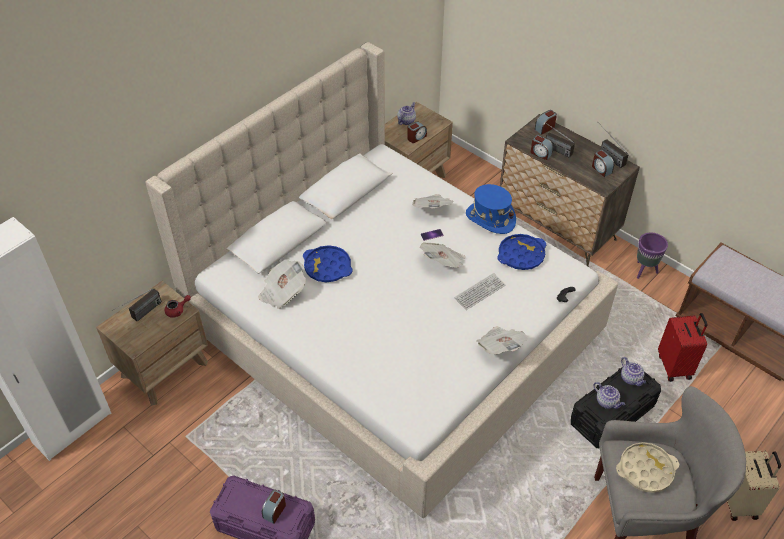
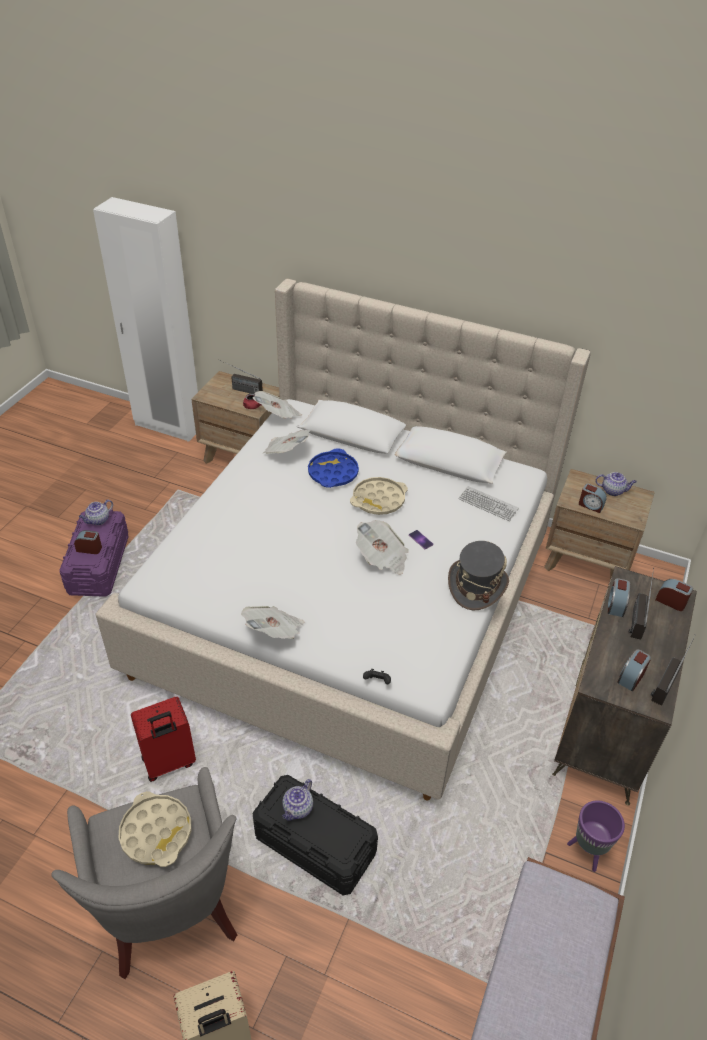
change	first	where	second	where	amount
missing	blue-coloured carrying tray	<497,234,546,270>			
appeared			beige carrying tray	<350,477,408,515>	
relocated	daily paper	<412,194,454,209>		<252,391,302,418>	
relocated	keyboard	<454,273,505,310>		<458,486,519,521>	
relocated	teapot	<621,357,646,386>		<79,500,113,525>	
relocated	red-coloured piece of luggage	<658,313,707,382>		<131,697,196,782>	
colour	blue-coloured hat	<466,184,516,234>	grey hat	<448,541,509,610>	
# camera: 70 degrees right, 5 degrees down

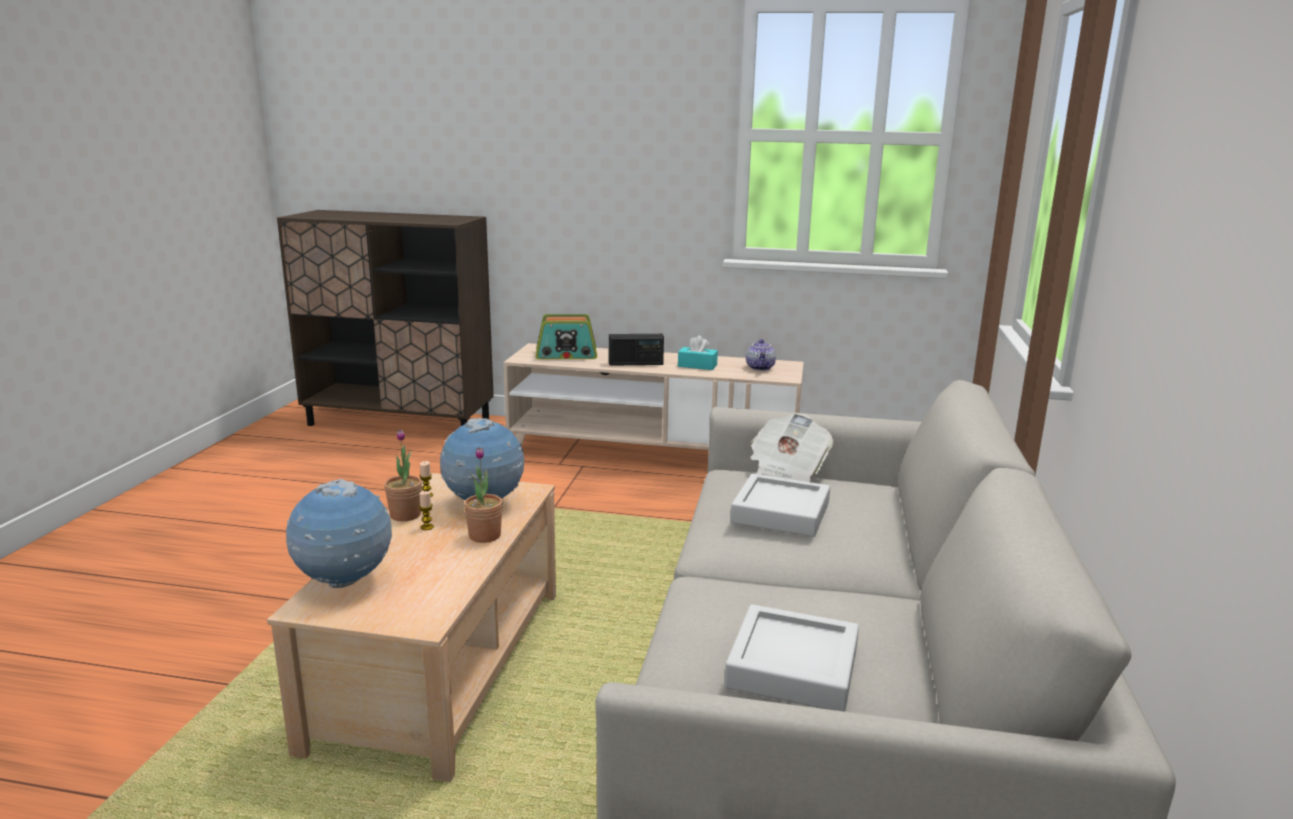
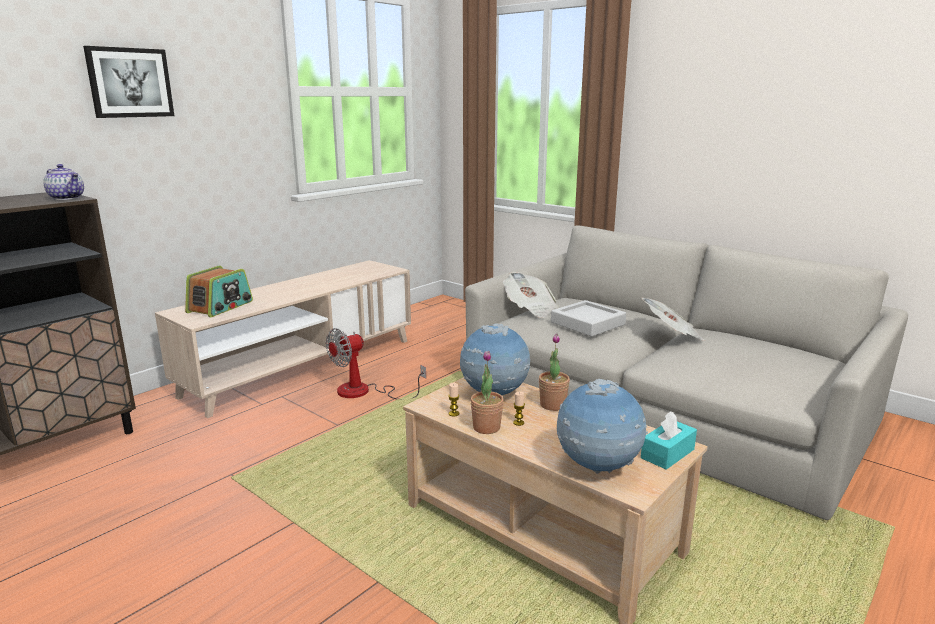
change	first	where	second	where	amount
missing	radio receiver	<609,334,664,366>			
missing	grey carrying tray	<725,605,859,712>			
appeared			wall picture	<83,46,174,118>	
appeared			cooling fan	<326,328,426,399>	
appeared			daily paper	<641,297,705,341>	
relocated	blue-green tissue box	<678,336,718,370>		<641,411,697,470>	
relocated	teapot	<746,339,776,371>		<43,164,84,200>	
# camera: 60 degrees left, 0 degrees up

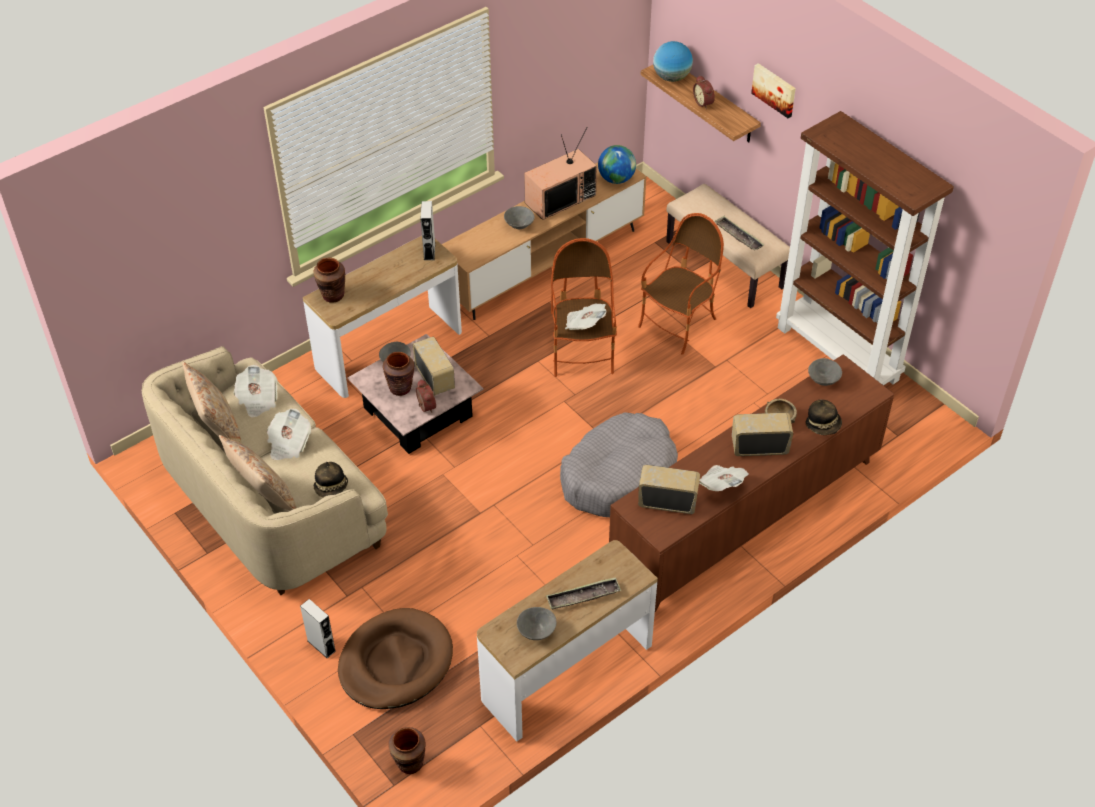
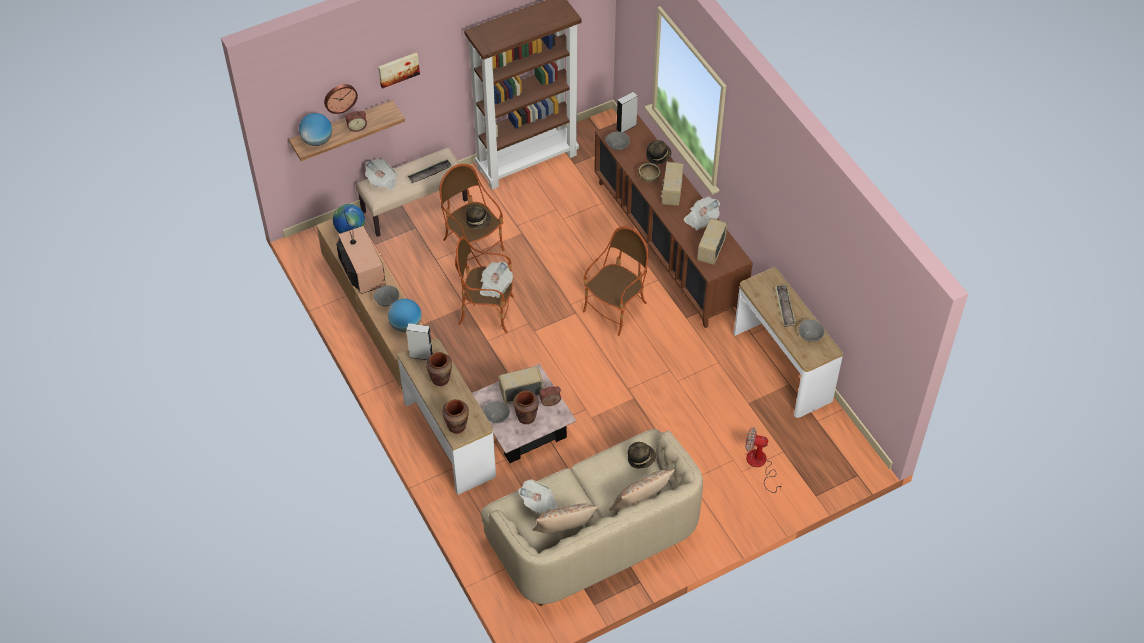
change	first	where	second	where	amount
appeared			hanging clock	<324,84,358,114>	
appeared			desk globe	<388,299,422,332>	
appeared			hat	<466,205,491,229>	
relocated	daily paper	<267,408,311,460>		<365,159,398,190>	
relocated	grey loudspeaker	<300,599,336,658>		<616,92,638,133>	
relocated	brown-coloured decorative vase	<388,727,426,774>		<426,352,452,386>	
exchanged	brown-coloured pet bed	<338,608,453,709>	cooling fan	<745,427,782,493>	
exchanged	grey pet bed	<560,412,678,517>	easy chair	<583,226,649,336>	
# camera: 80 degrees left, 5 degrees up

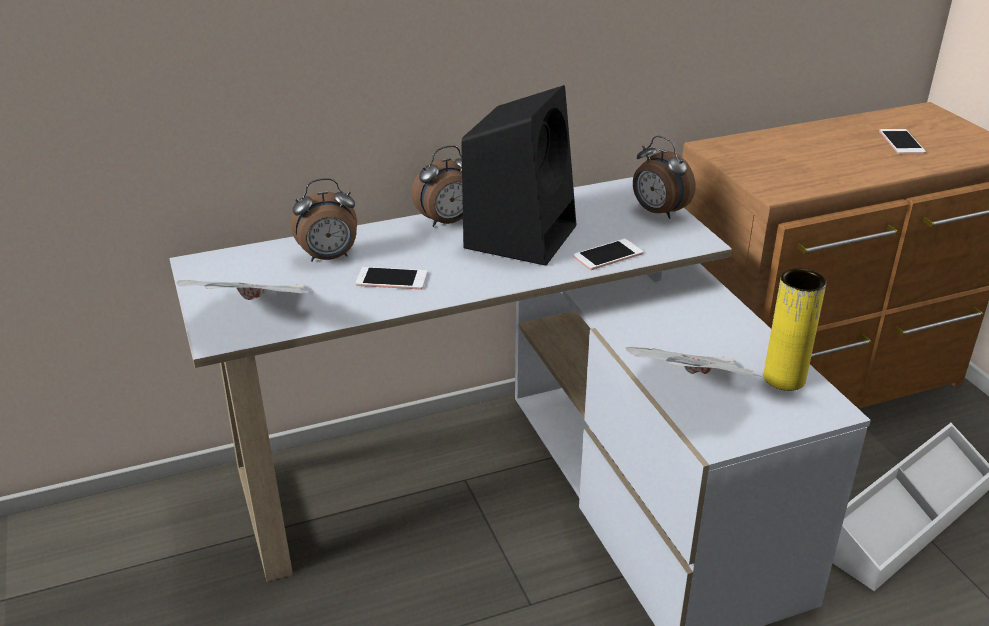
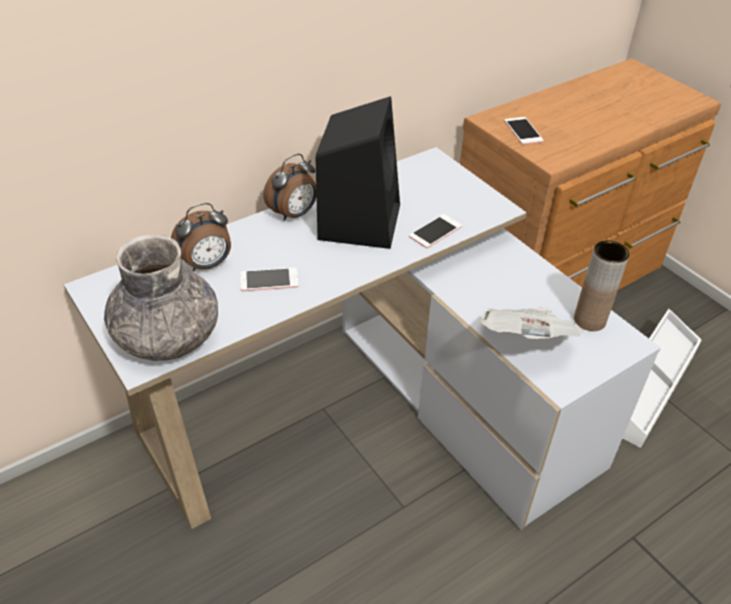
change	first	where	second	where	amount
missing	table clock	<633,136,695,219>			
relocated	telephone	<879,129,926,154>		<504,117,544,145>	
exchanged	daily paper	<176,280,314,300>	grey decorative vase	<104,234,218,361>	
colour	yellow decorative vase	<764,268,826,391>	brown-coloured decorative vase	<574,240,629,331>	
# camera: 15 degrees left, 10 degrees up

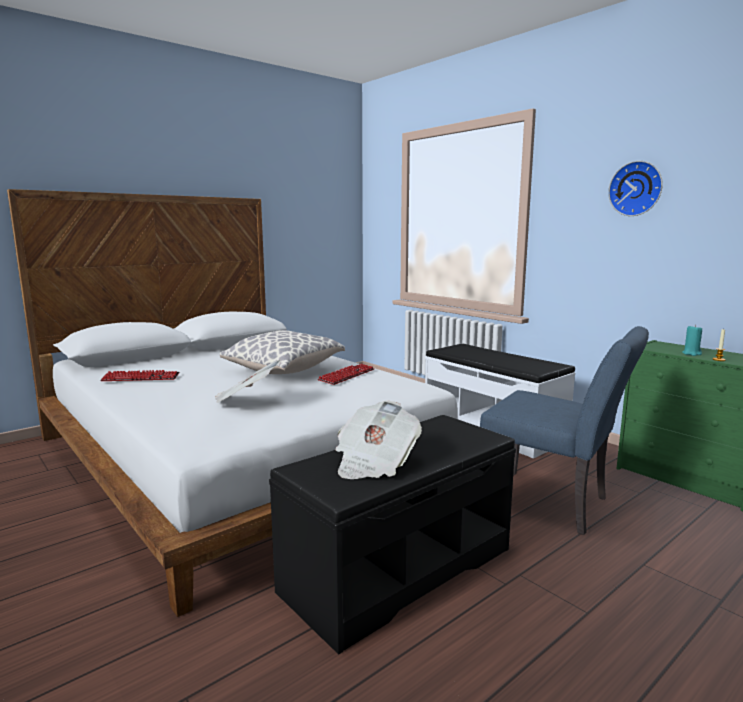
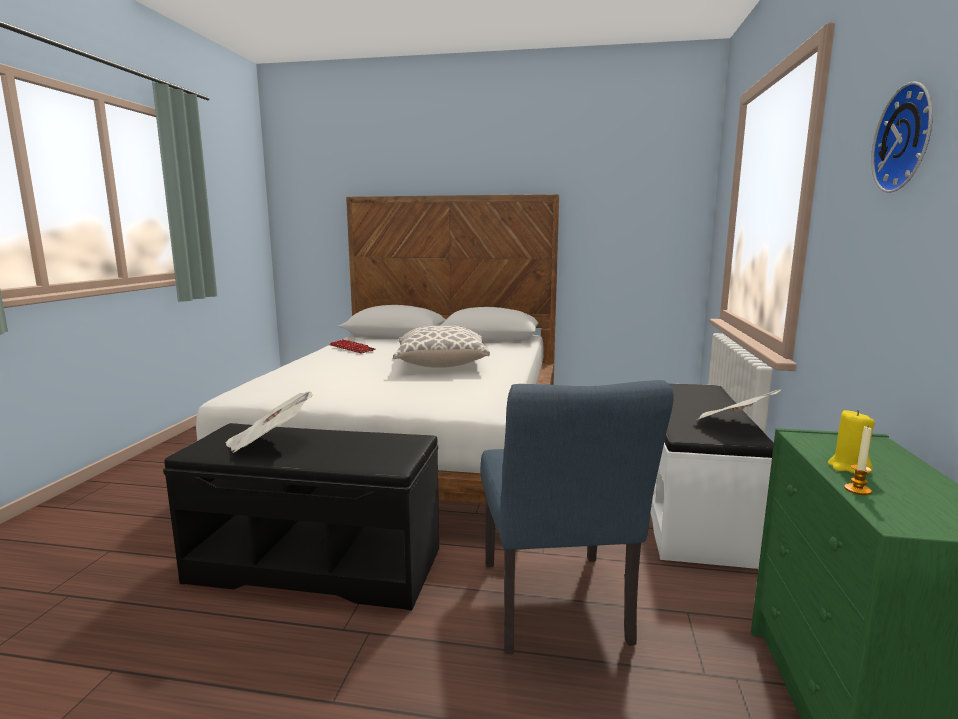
change	first	where	second	where	amount
missing	keyboard	<318,364,374,385>			
relocated	daily paper	<215,360,282,404>		<698,389,781,419>	
colour	blue-green wax light	<682,325,702,356>	yellow wax light	<828,410,875,474>	
# camera: 50 degrees right, 0 degrees up

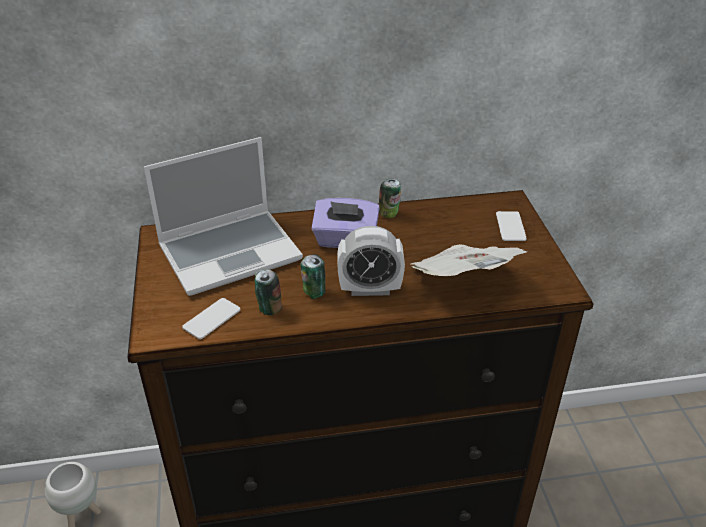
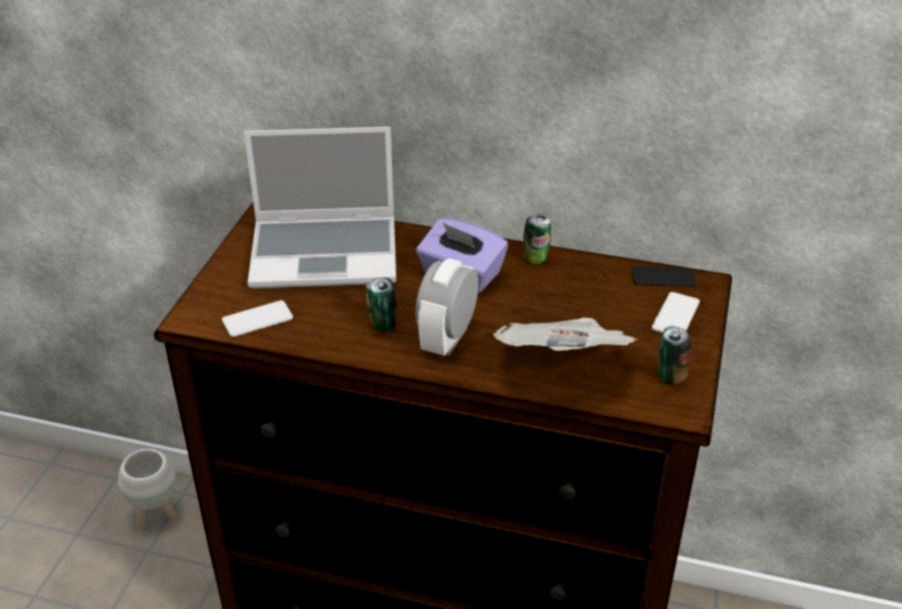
change	first	where	second	where	amount
appeared			telephone	<632,266,697,287>	
relocated	metal can	<255,269,283,315>		<658,326,691,385>	
spun	table clock	<337,226,405,296>		<415,258,478,356>	90 degrees clockwise
# camera: 25 degrees right, 0 degrees up

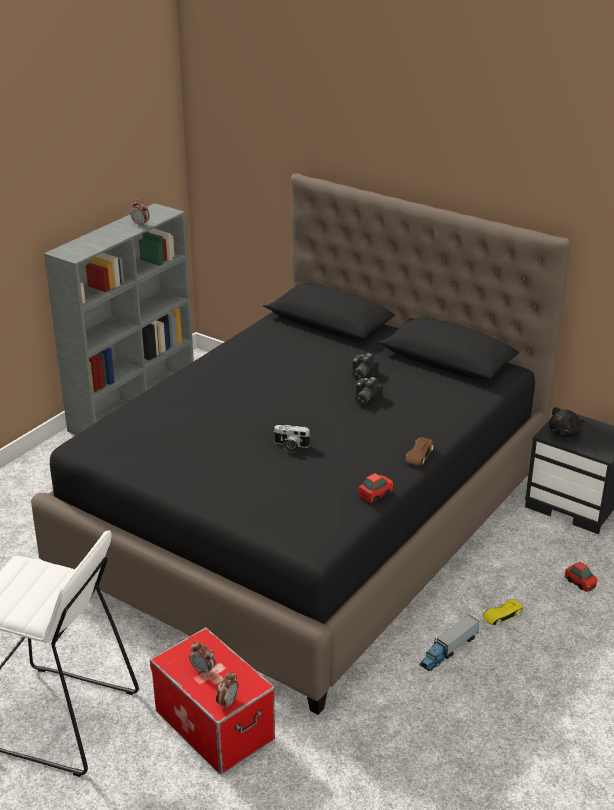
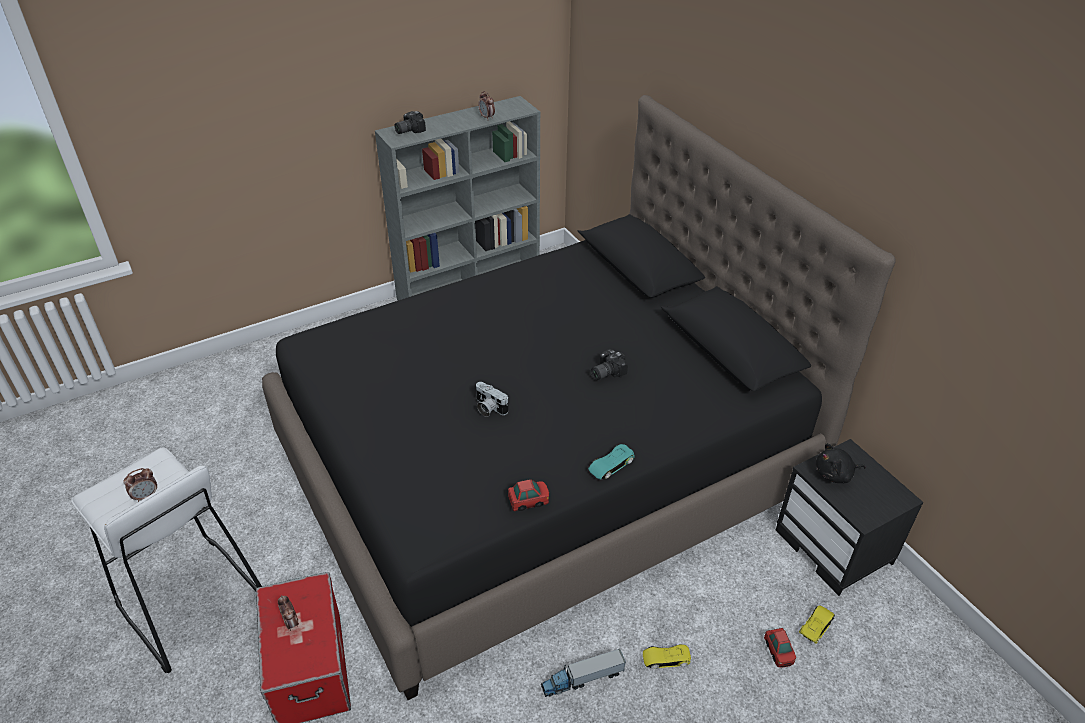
change	first	where	second	where	amount
appeared			yellow miniature car	<799,605,835,644>	
relocated	table clock	<216,671,238,710>		<124,468,157,502>	
relocated	photo camera	<352,353,379,380>		<394,111,426,134>	
colour	brown-coloured miniature car	<405,437,434,465>	blue-green miniature car	<588,444,635,480>	
# camera: 25 degrees right, 10 degrees up

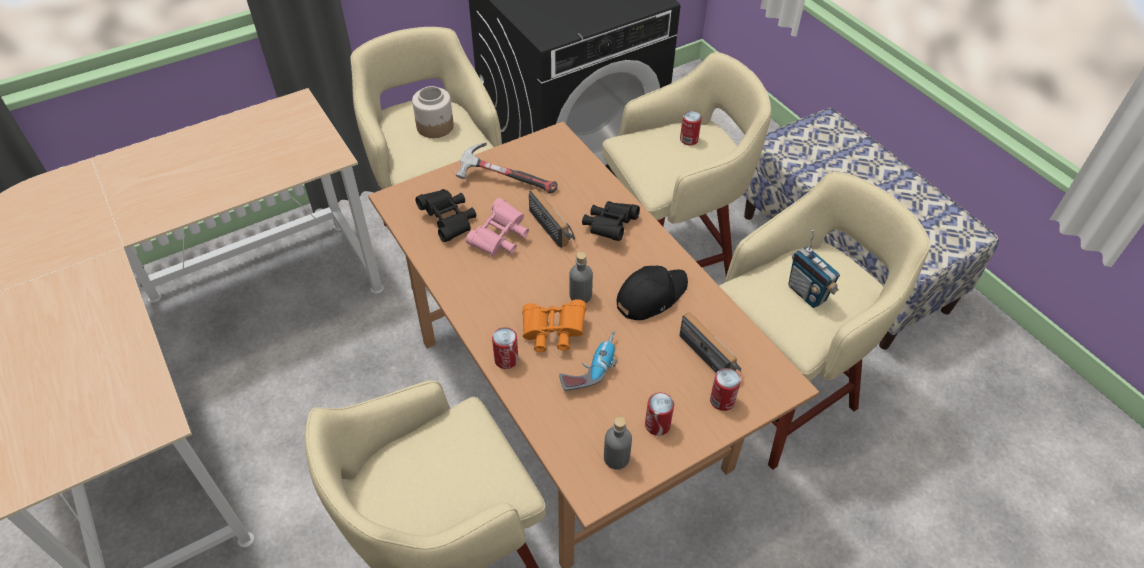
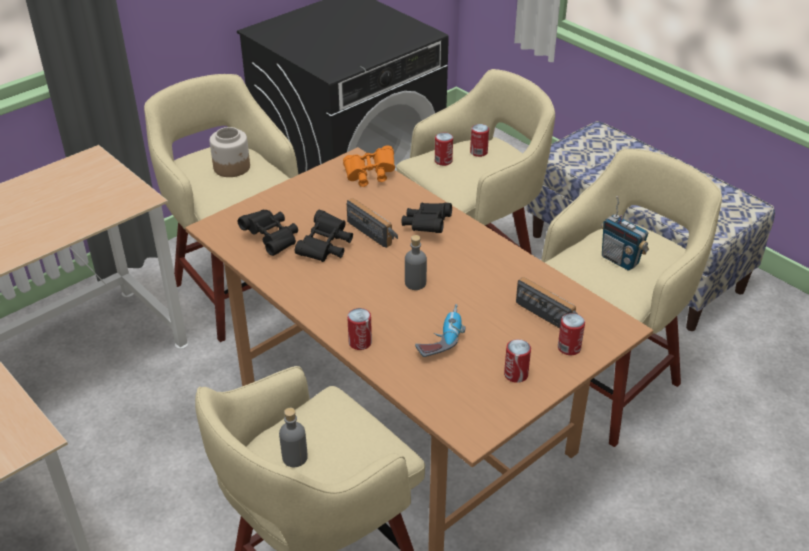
change	first	where	second	where	amount
missing	hand hammer	<456,143,558,194>			
missing	black-coloured cap	<617,266,688,320>			
appeared			metal can	<435,132,453,166>	
relocated	orange binoculars	<522,299,586,352>		<343,145,395,187>	
relocated	grey drink bottle	<604,417,632,470>		<279,408,308,467>	
colour	pink binoculars	<466,198,529,256>	black-coloured binoculars	<295,210,353,262>	
# camera: 10 degrees left, 10 degrees down

